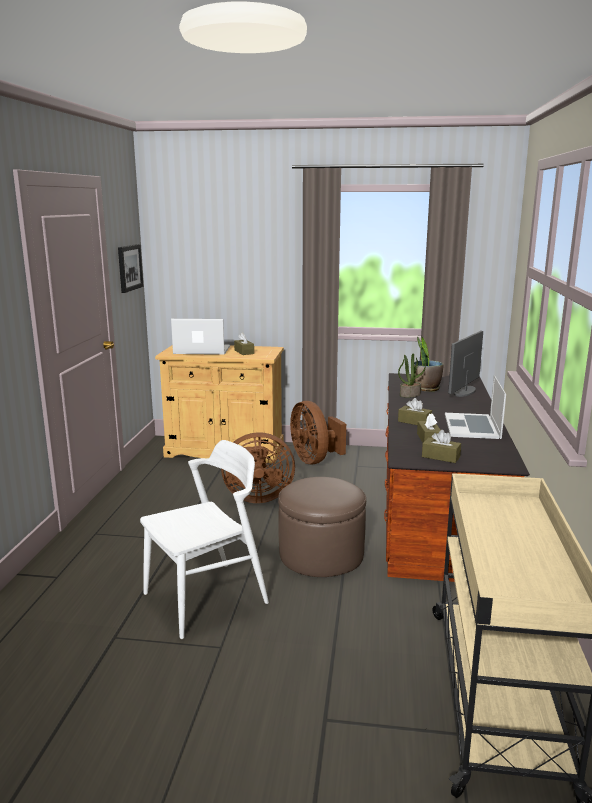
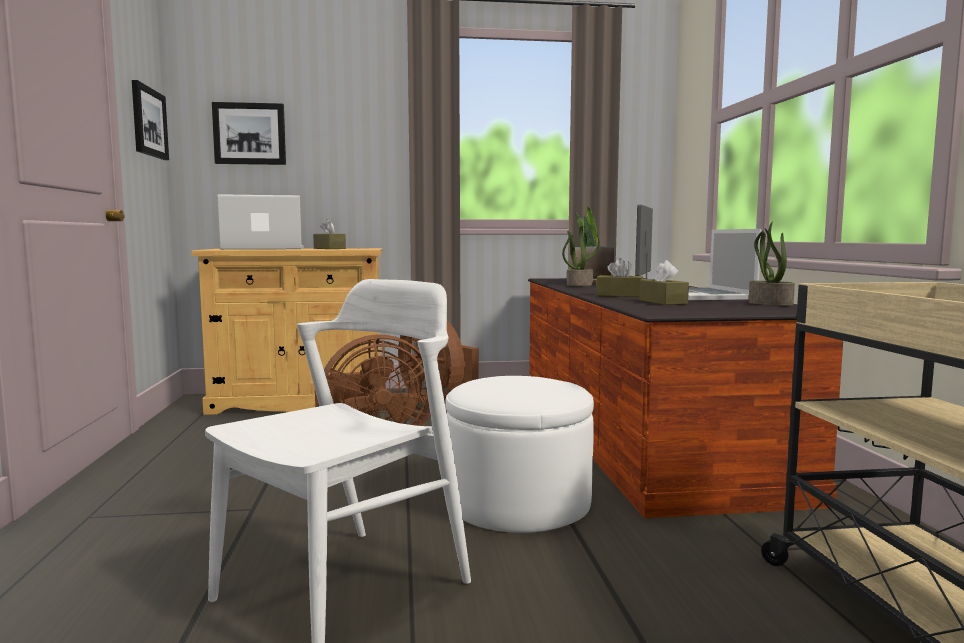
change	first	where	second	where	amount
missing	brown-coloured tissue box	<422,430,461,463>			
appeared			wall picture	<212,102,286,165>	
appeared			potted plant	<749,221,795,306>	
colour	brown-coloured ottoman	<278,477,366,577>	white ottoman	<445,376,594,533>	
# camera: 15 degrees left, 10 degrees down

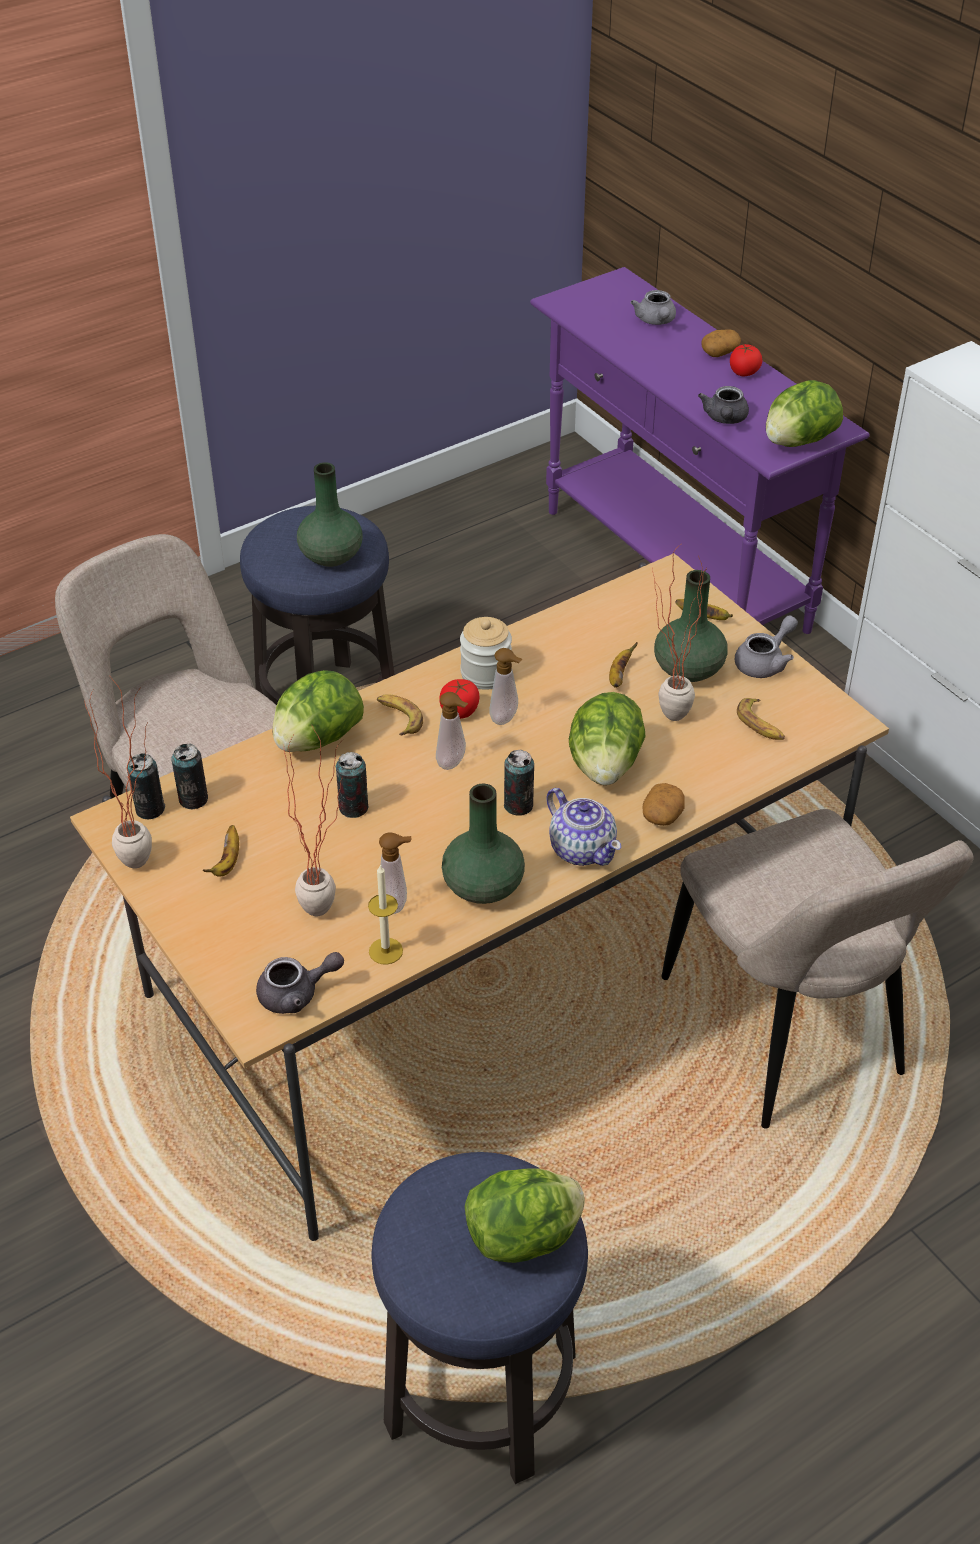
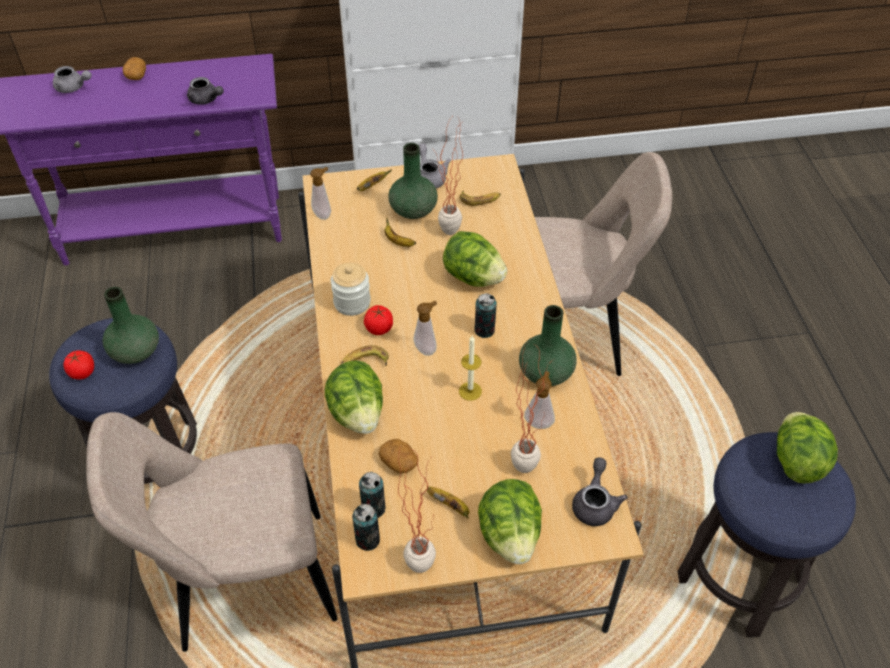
change	first	where	second	where	amount
missing	metal can	<335,752,368,818>			
missing	teapot	<546,788,621,866>			
relocated	wax light	<368,864,403,965>		<459,336,482,401>	
relocated	soap bottle	<489,648,522,725>		<310,167,331,220>	
relocated	whole potato	<643,783,685,826>		<379,439,418,473>	
relocated	fresh tomato	<730,344,762,376>		<63,350,94,380>	
relocated	lettuce	<766,380,843,447>		<478,479,542,564>	
# camera: 65 degrees left, 5 degrees up

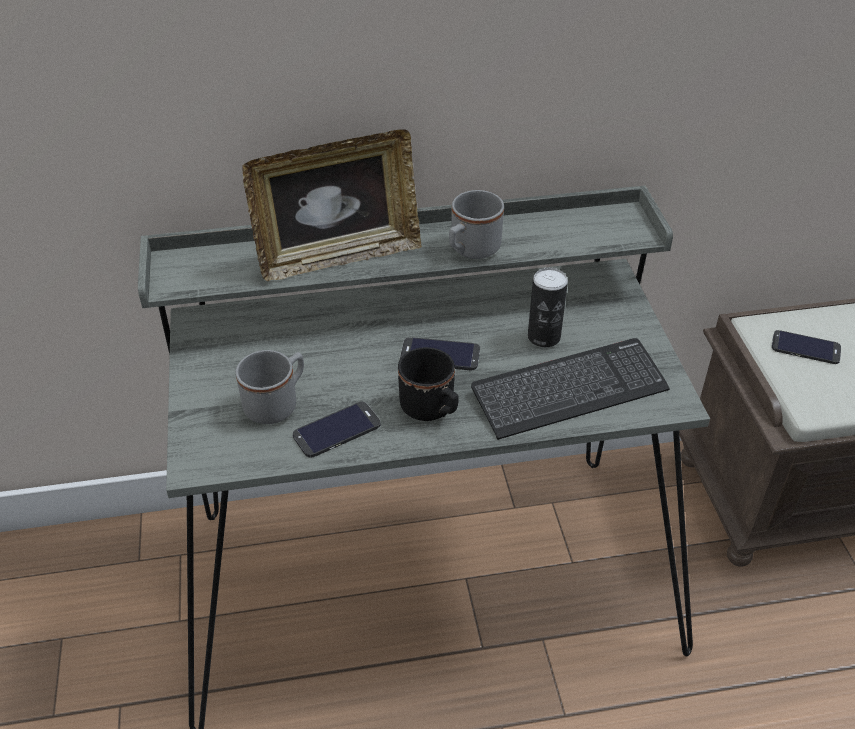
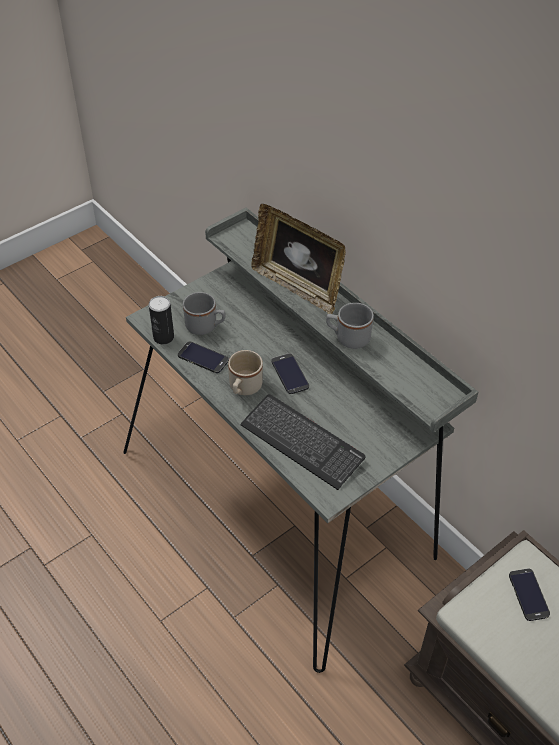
change	first	where	second	where	amount
relocated	metal can	<528,268,568,347>		<149,296,174,344>	
colour	black-coloured mug	<398,347,459,421>	beige mug	<228,350,263,395>	
# camera: 60 degrees right, 5 degrees up

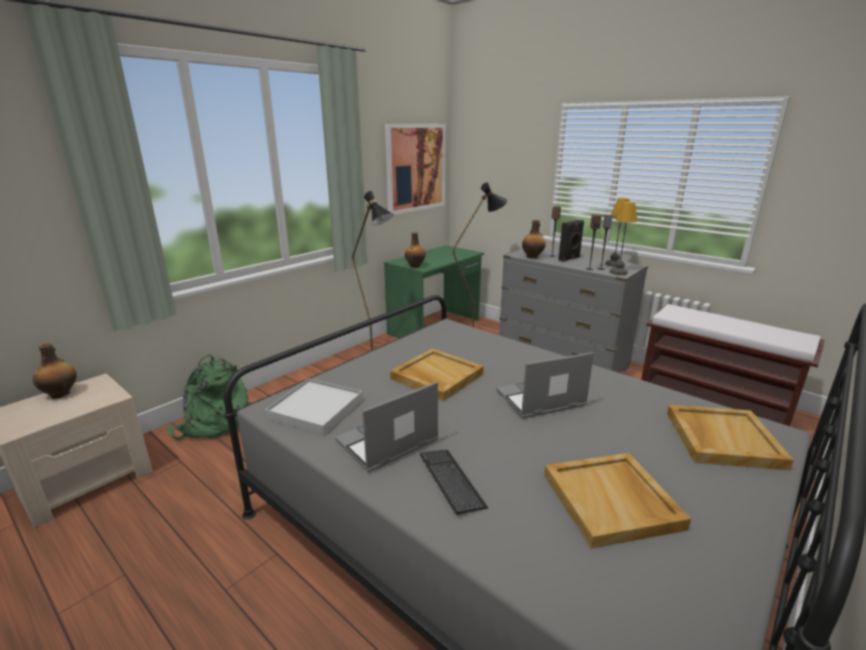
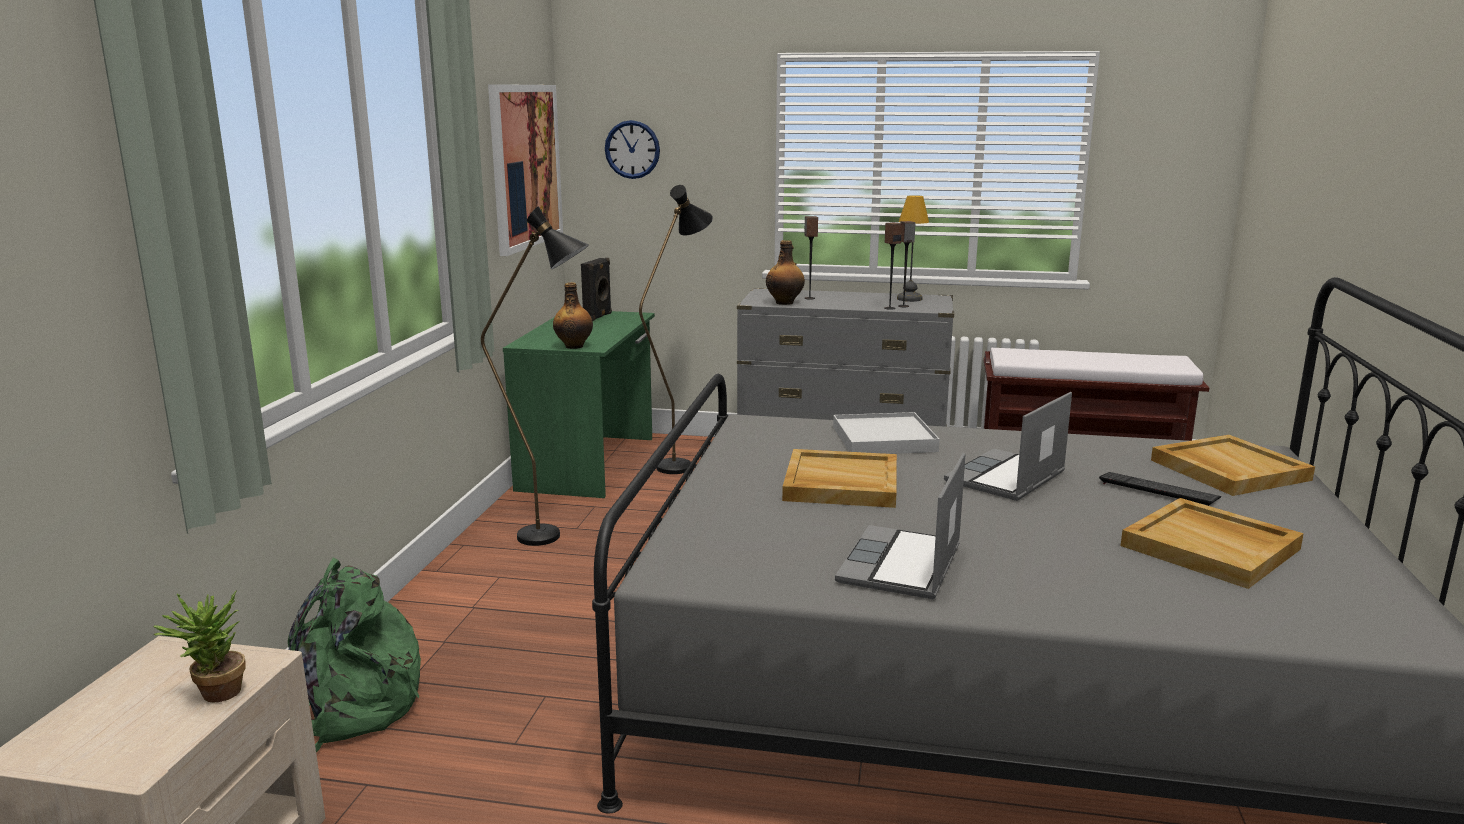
change	first	where	second	where	amount
missing	drink bottle	<33,343,77,398>			
missing	table lamp	<610,202,638,275>			
appeared			potted plant	<153,590,246,702>	
appeared			hanging clock	<605,120,660,179>	
relocated	white carrying tray	<265,378,363,435>		<833,412,939,454>	
relocated	keyboard	<420,450,488,515>		<1099,472,1222,506>	
relocated	black-coloured loudspeaker	<558,220,584,262>		<581,258,612,321>	
# camera: 30 degrees left, 5 degrees down

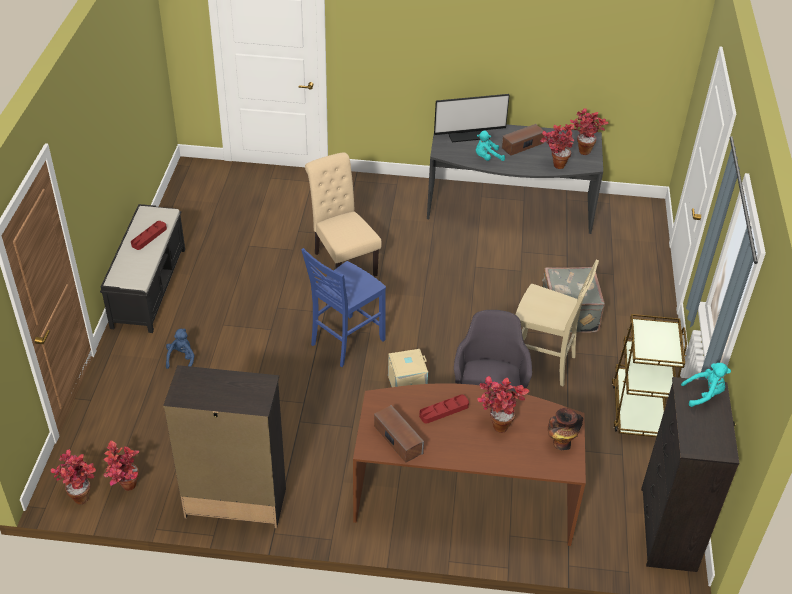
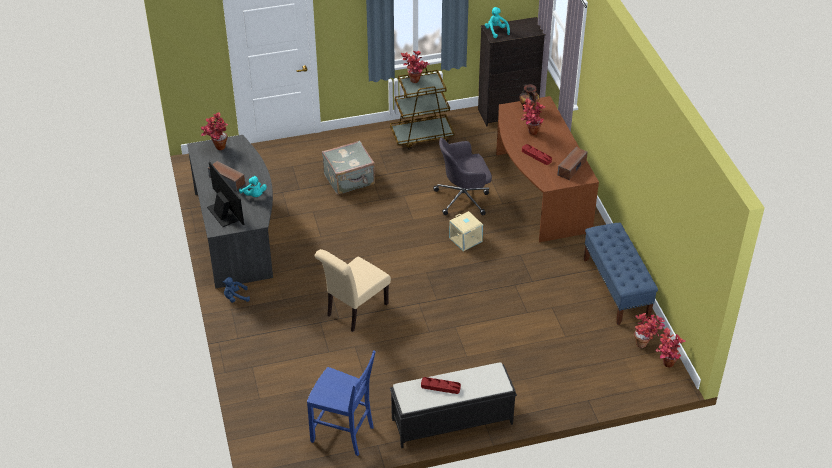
change	first	where	second	where	amount
missing	beige plain chair	<516,260,599,386>			
relocated	blue-coloured cuddly toy	<166,328,194,369>		<222,277,250,303>	
relocated	blue-coloured plain chair	<301,248,386,367>		<307,350,376,456>	
relocated	potted plant	<540,124,574,169>		<401,51,429,83>	
exchanged	black-coloured drawer chest	<163,365,286,529>	blue-coloured indoor bench	<584,223,658,325>	
# camera: 110 degrees left, 0 degrees up

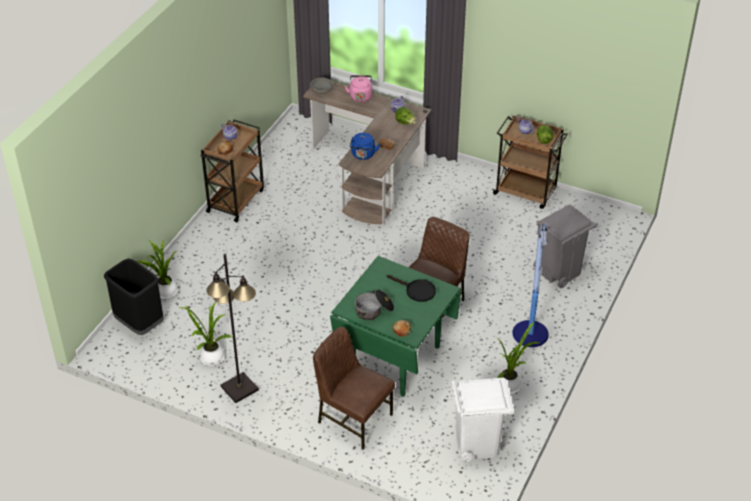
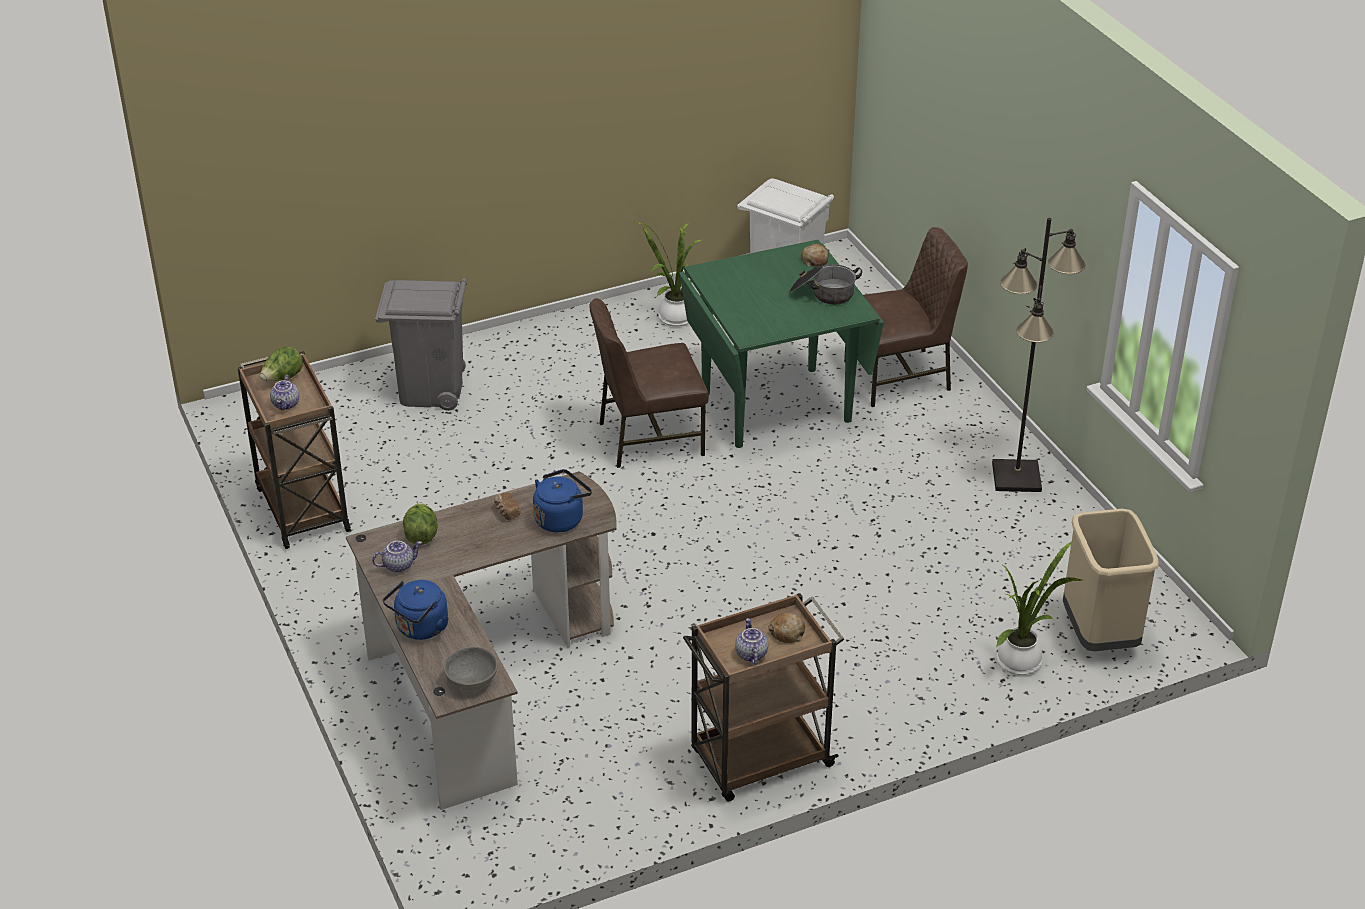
change	first	where	second	where	amount
missing	potted plant	<179,302,232,366>			
missing	black-coloured pan	<387,275,436,302>			
missing	standing lamp	<512,223,549,347>			
colour	black-coloured waste bin	<104,258,164,335>	beige waste bin	<1063,509,1159,651>	
colour	pink water kettle	<345,75,372,102>	blue-coloured water kettle	<383,580,449,640>	
spun	brown-coloured plain chair	<313,327,395,450>		<844,227,968,407>	90 degrees counterclockwise
# camera: 140 degrees left, 5 degrees down

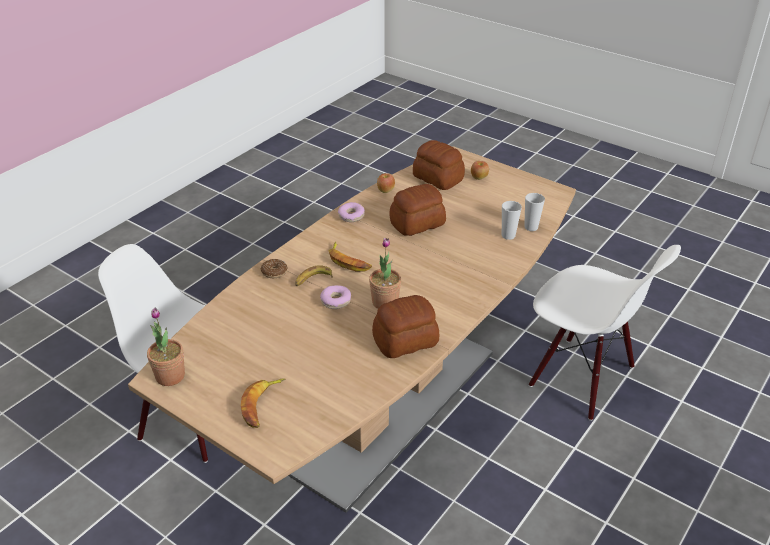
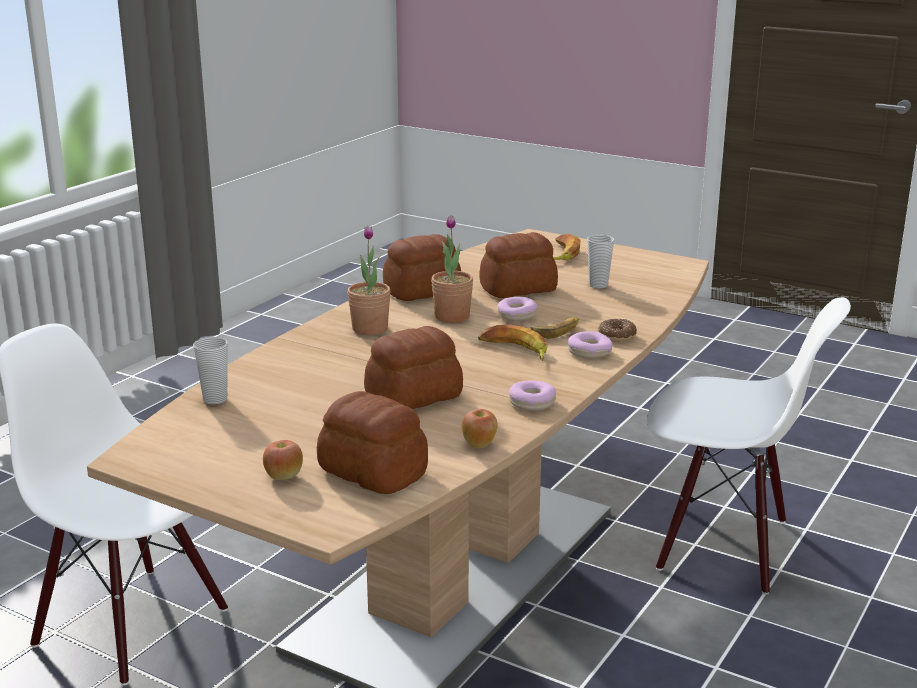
change	first	where	second	where	amount
appeared			baked bread	<479,232,558,298>	
appeared			donut	<568,331,613,359>	
relocated	potted plant	<147,308,185,386>		<347,226,391,335>	
relocated	cup	<502,201,522,240>		<587,235,614,288>	
# camera: 175 degrees right, 15 degrees down

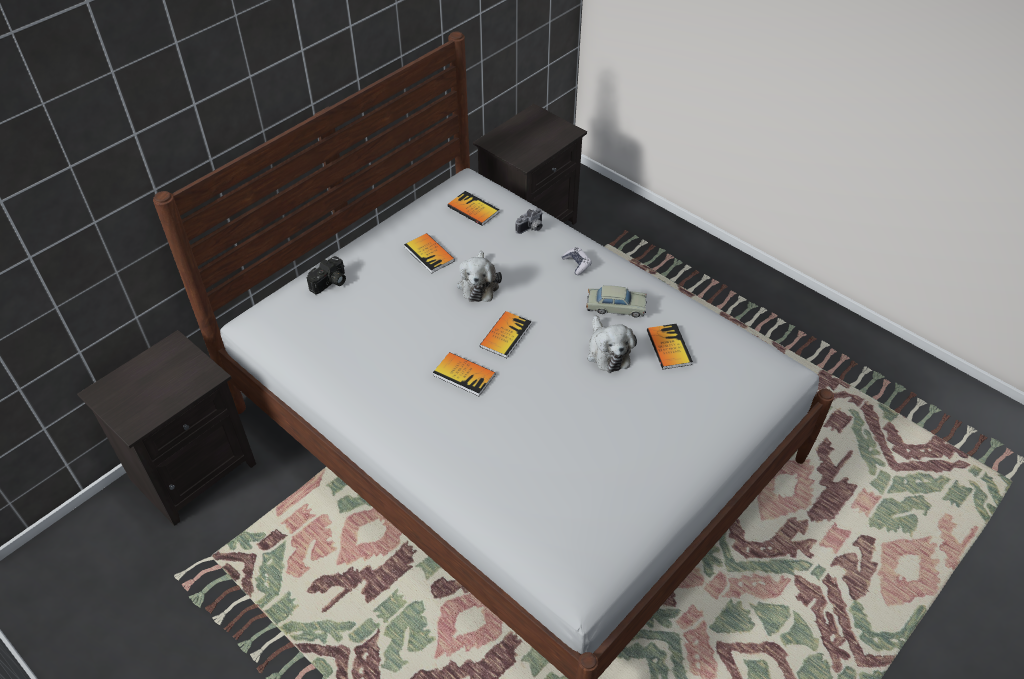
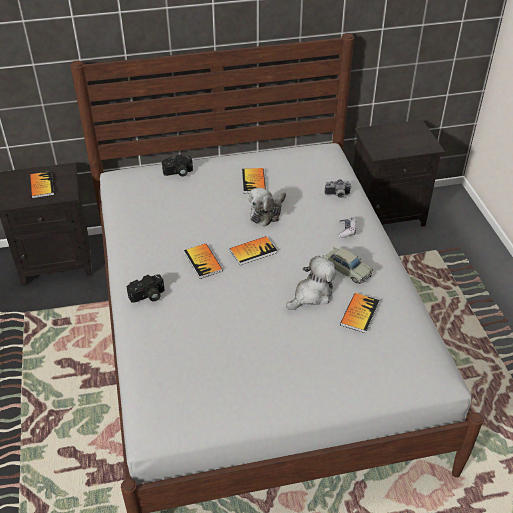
change	first	where	second	where	amount
appeared			photo camera	<127,274,164,303>	
relocated	book	<447,191,499,226>		<30,171,54,198>	
spun	cuddly toy	<587,316,637,373>		<286,256,336,310>	150 degrees counterclockwise
# camera: 35 degrees right, 5 degrees down

